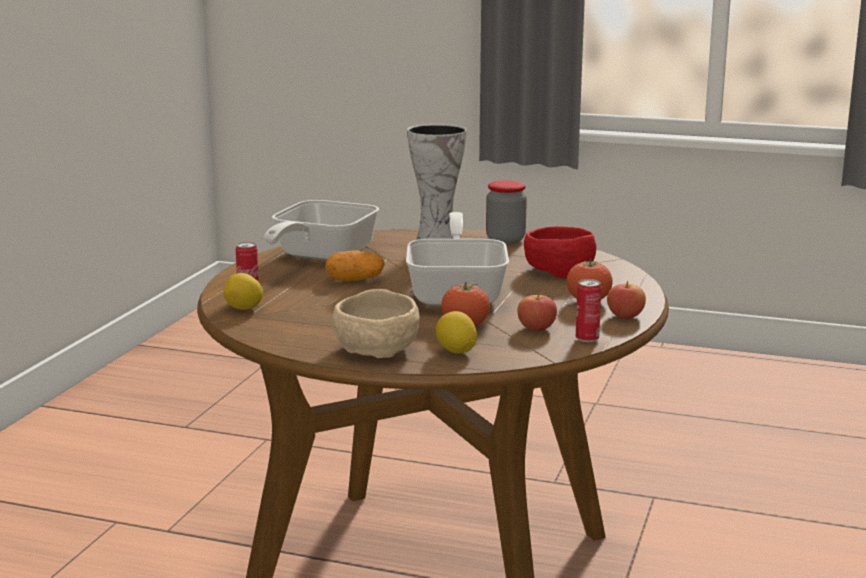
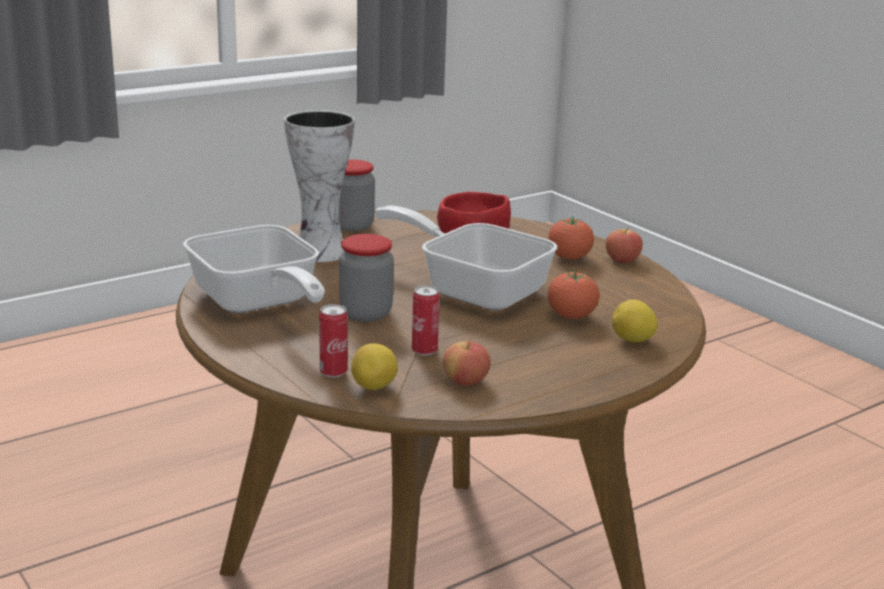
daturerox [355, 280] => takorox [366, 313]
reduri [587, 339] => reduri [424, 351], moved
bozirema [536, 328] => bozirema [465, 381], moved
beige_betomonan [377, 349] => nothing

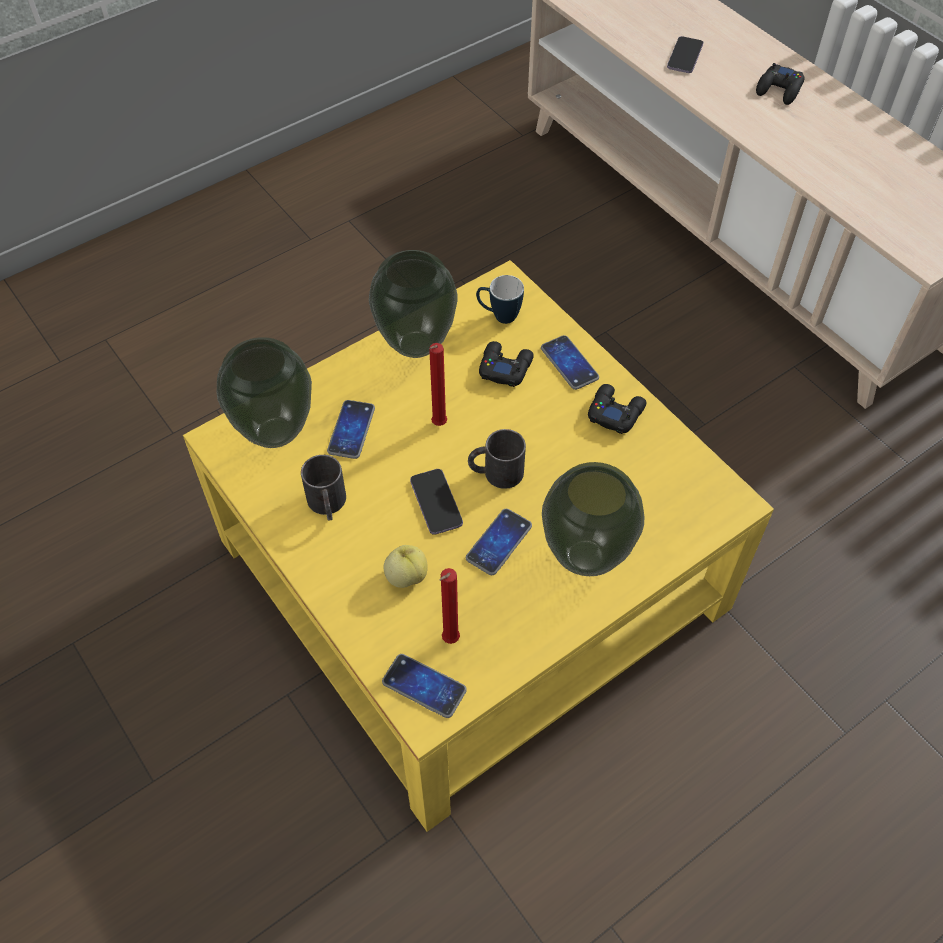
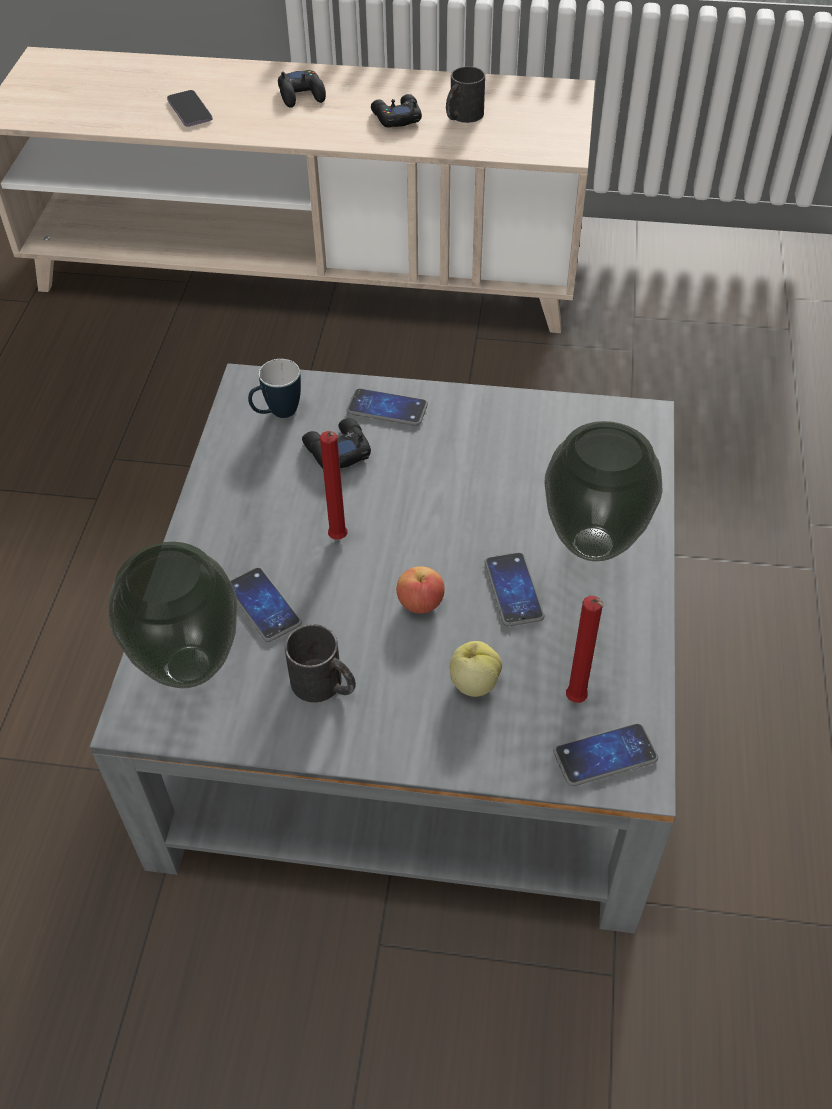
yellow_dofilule [471, 574] => grey_dofilule [418, 693]
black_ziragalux [615, 412] => black_ziragalux [396, 117], moved
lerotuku [436, 503] => bozirema [420, 603]
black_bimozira [495, 472] => black_bimozira [462, 116], moved
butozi [416, 346] => nothing

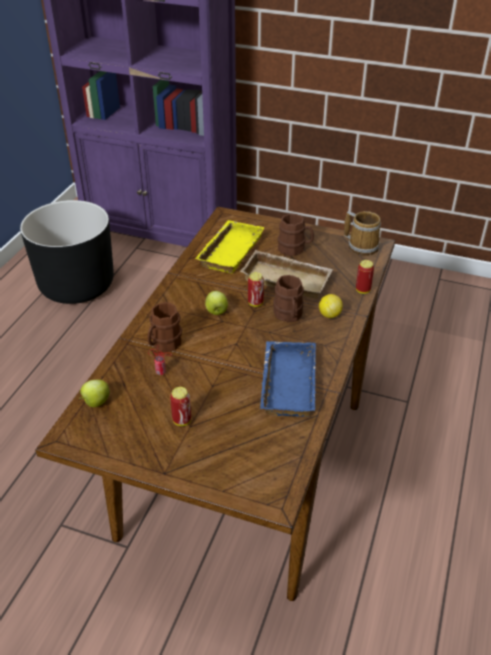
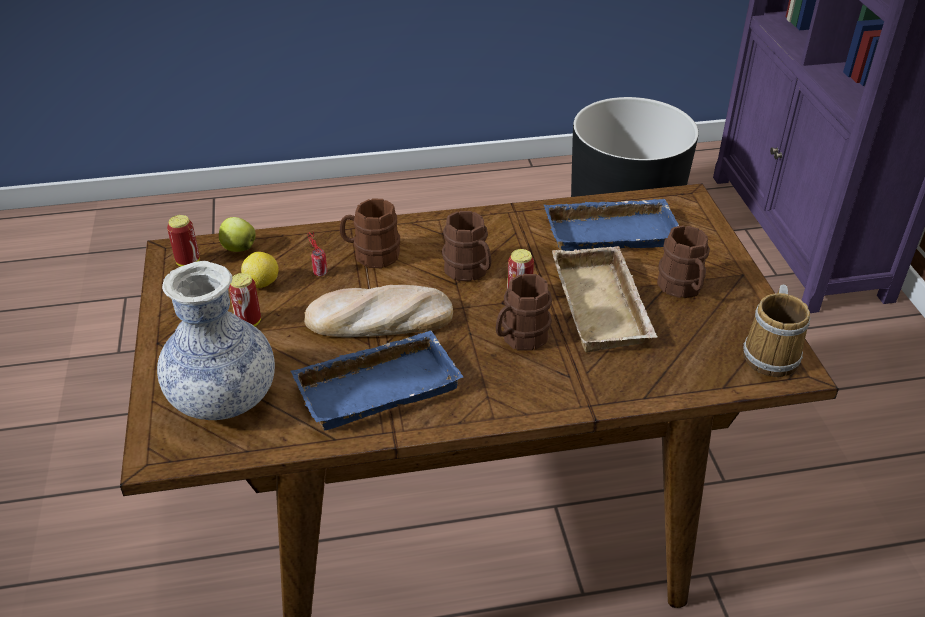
nothing => butozi [223, 398]
reduri [363, 290] => reduri [188, 262], moved
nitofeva [329, 314] => nitofeva [262, 283], moved
nothing => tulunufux [379, 319]
bozirema [216, 312] => brown_bimozira [469, 271]
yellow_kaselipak [229, 250] => blue_kaselipak [611, 231]

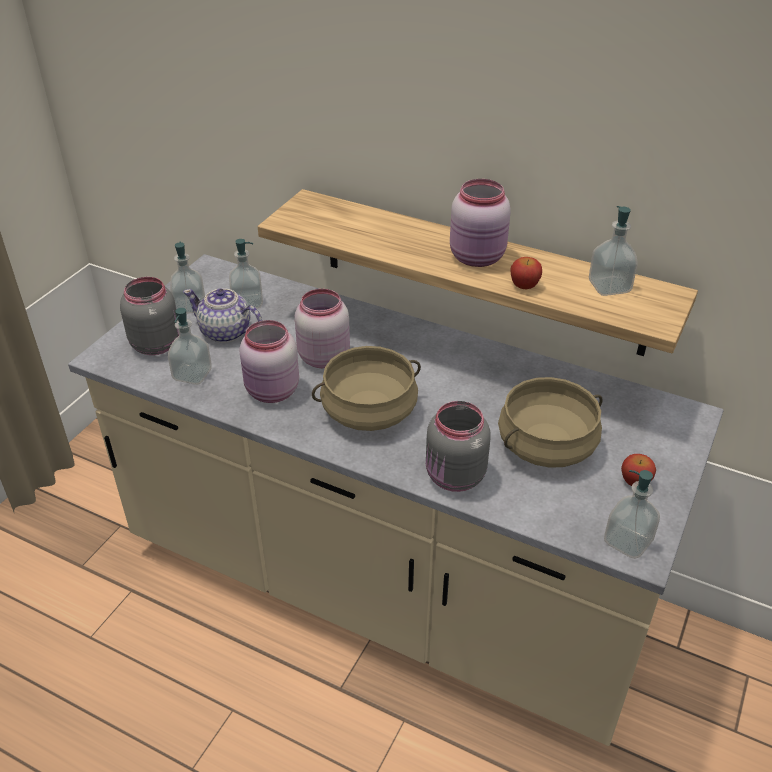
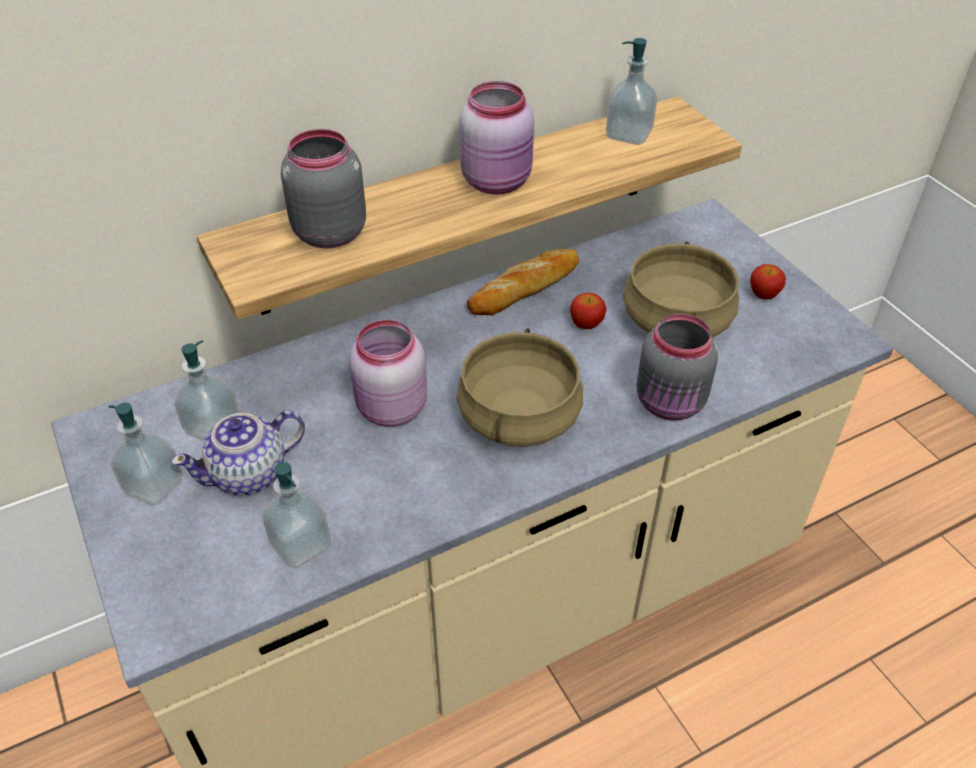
grey_takorox [156, 343] => grey_takorox [328, 232], moved
nothing => tulunufux [525, 287]
bozirema [524, 285] => bozirema [586, 324], moved
pink_takorox [272, 392] => nothing
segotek [627, 542] => nothing

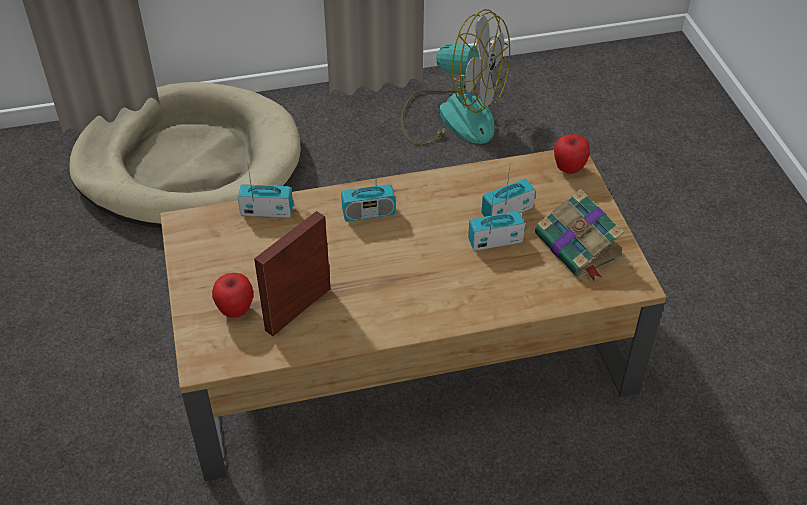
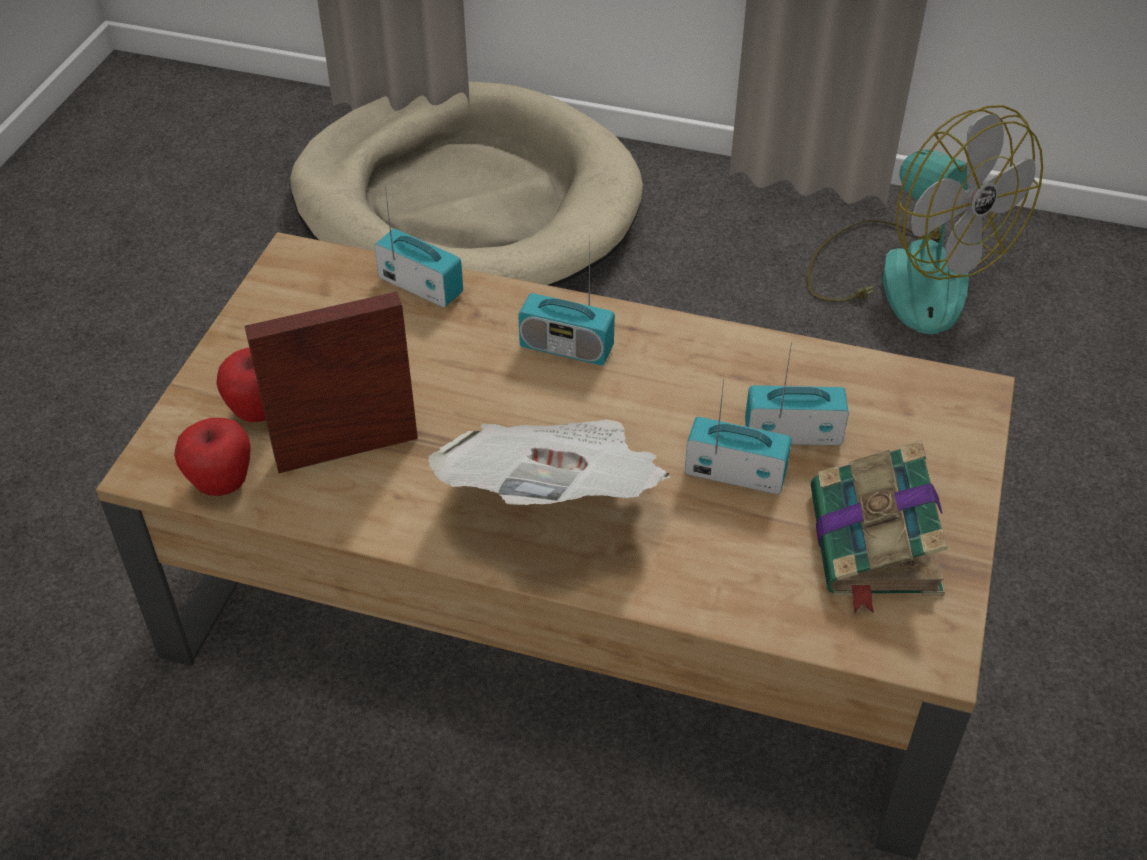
bozirema [569, 169] => bozirema [222, 484], moved
nothing => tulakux [556, 499]

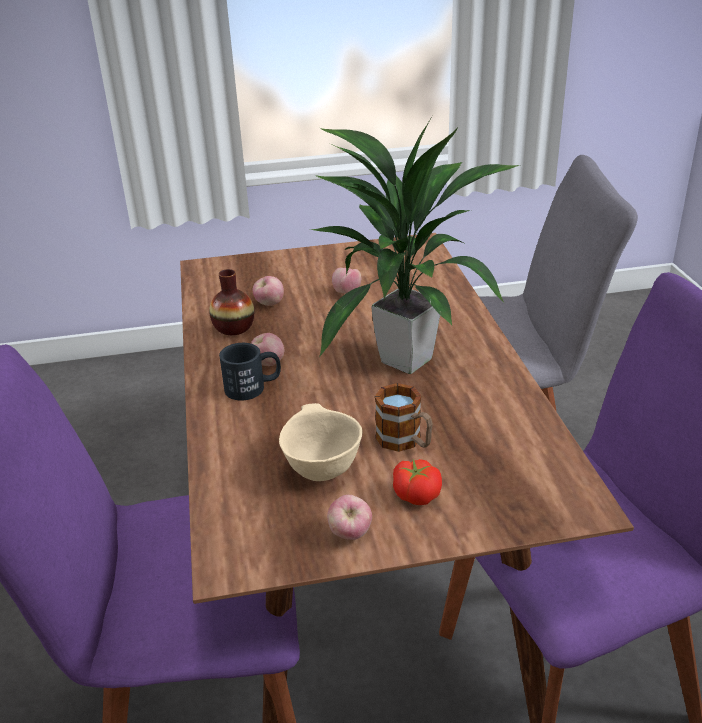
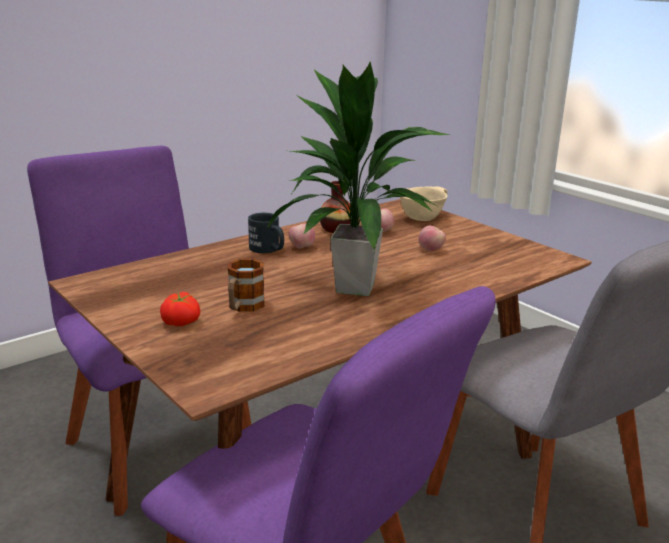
beige_betomonan [320, 469] => beige_betomonan [421, 218], moved
bozirema [350, 534] => nothing

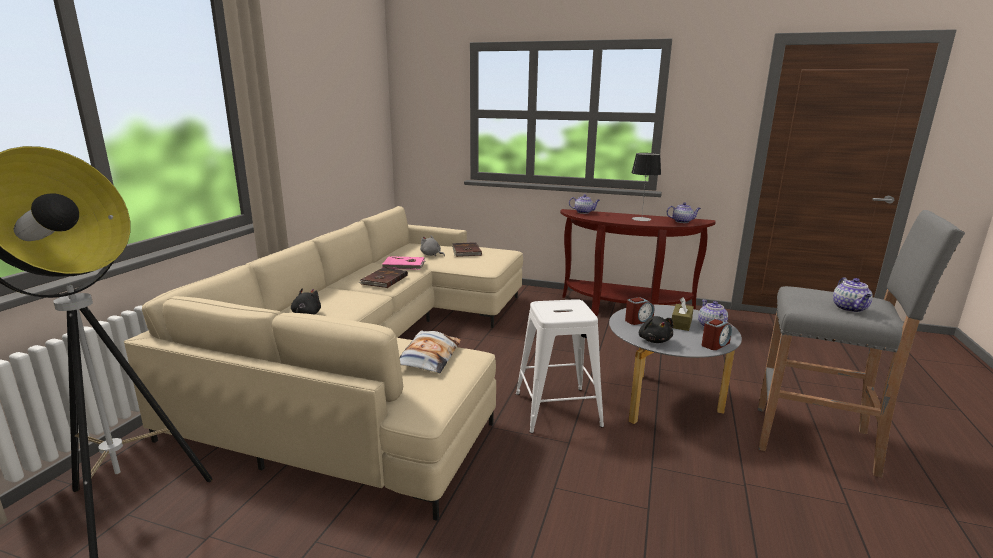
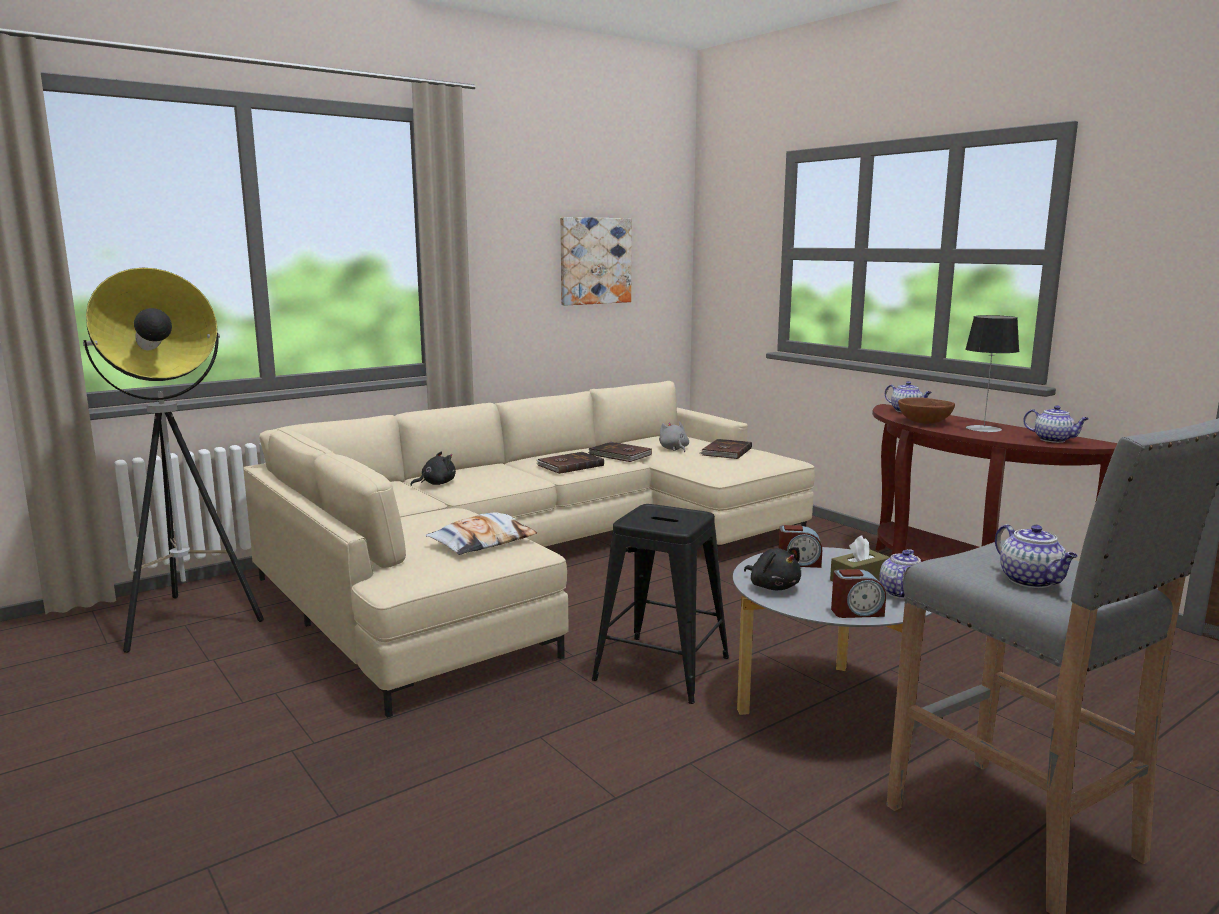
nothing => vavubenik [595, 261]
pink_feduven [404, 265] => brown_feduven [620, 455]
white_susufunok [557, 409] => black_susufunok [661, 668]
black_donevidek [654, 340] => black_donevidek [773, 586], 60 degrees counterclockwise
nothing => brown_betomonan [925, 422]
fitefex [850, 309] => fitefex [1032, 581], 60 degrees counterclockwise

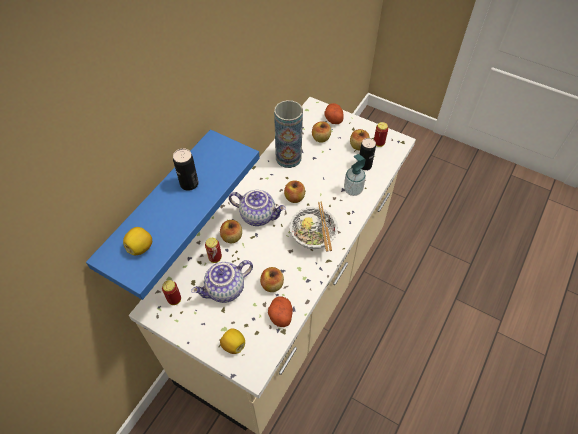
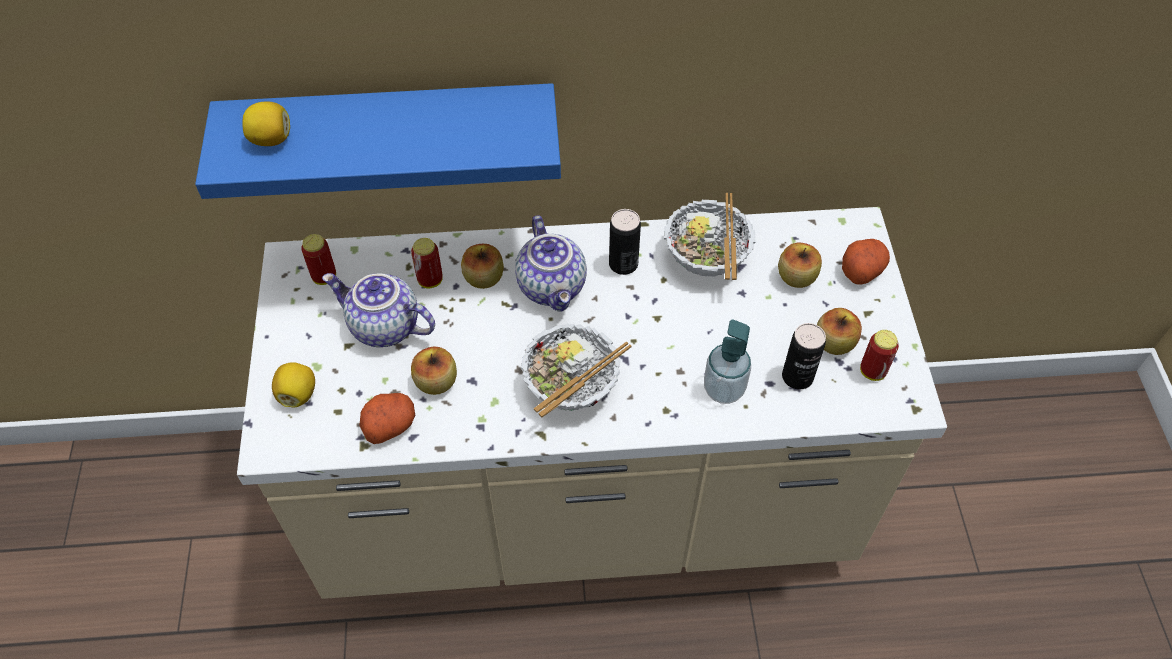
reduri [189, 184] => reduri [623, 264], moved
butozi [288, 158] => betomonan [707, 257]
bozirema [294, 197] => nothing

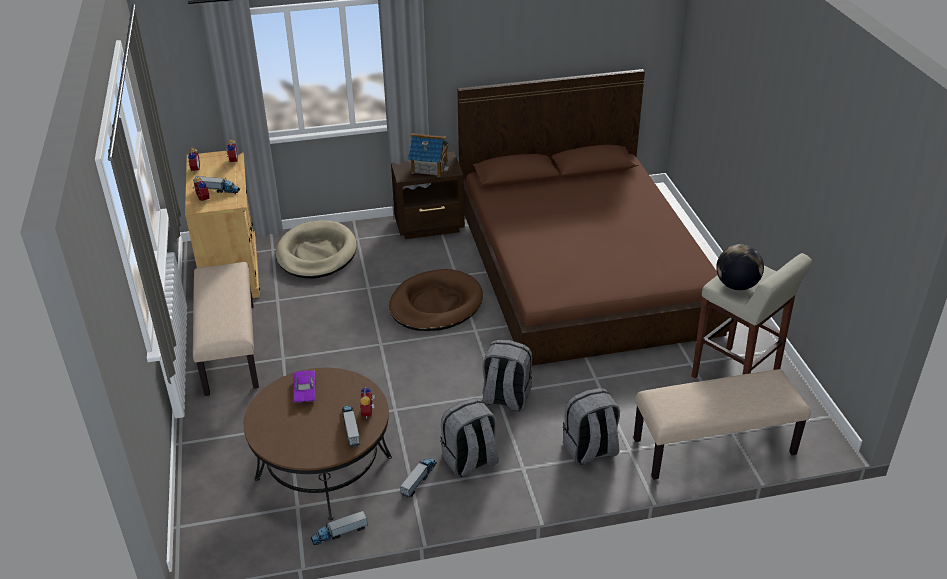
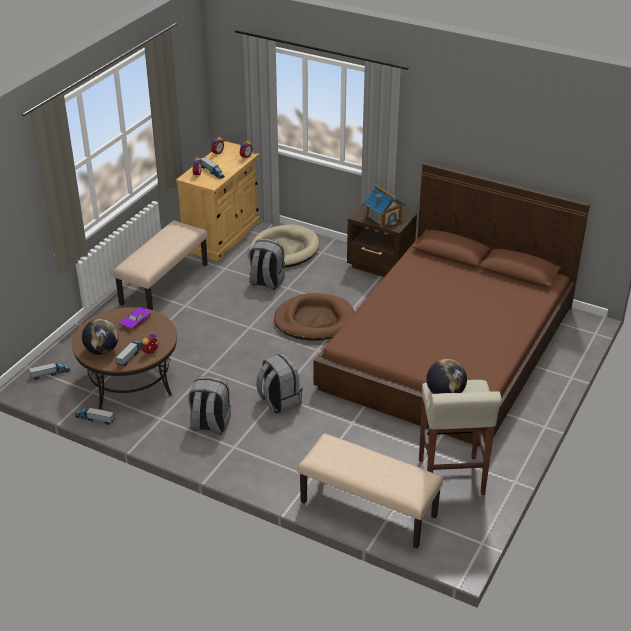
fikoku [419, 480] => fikoku [50, 374], moved
nothing => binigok [102, 350]
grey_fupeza [590, 450] => grey_fupeza [266, 282], moved

